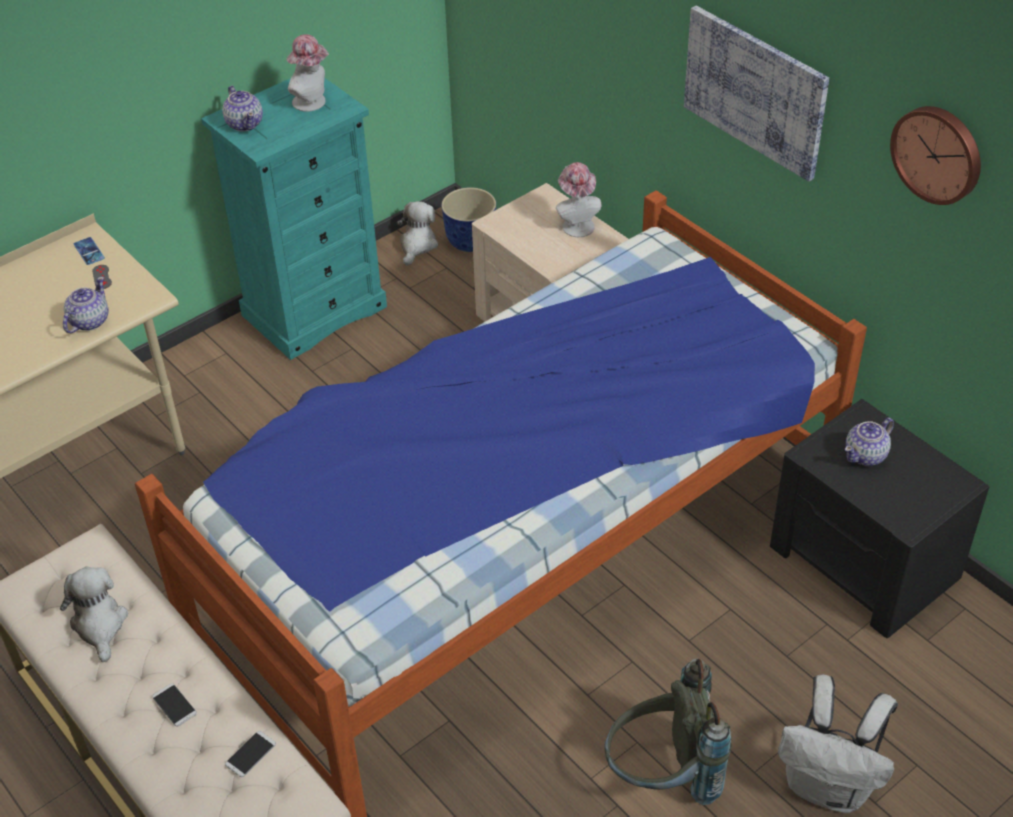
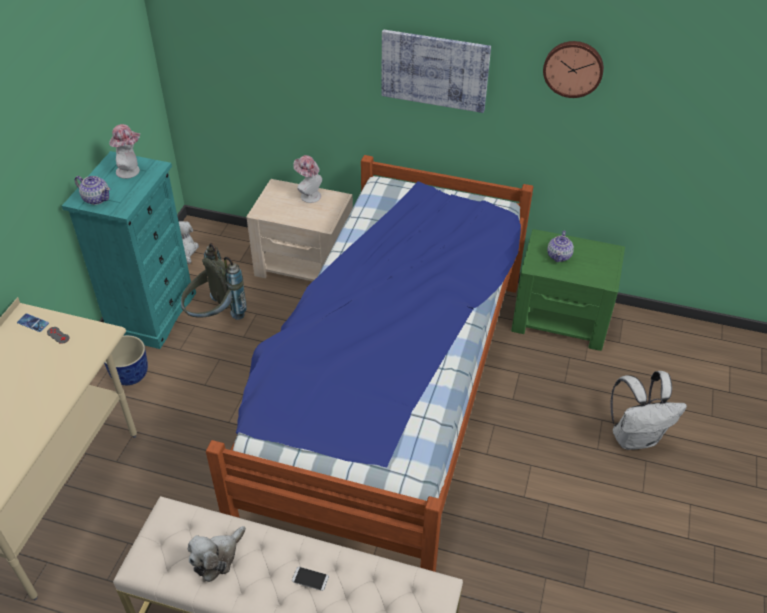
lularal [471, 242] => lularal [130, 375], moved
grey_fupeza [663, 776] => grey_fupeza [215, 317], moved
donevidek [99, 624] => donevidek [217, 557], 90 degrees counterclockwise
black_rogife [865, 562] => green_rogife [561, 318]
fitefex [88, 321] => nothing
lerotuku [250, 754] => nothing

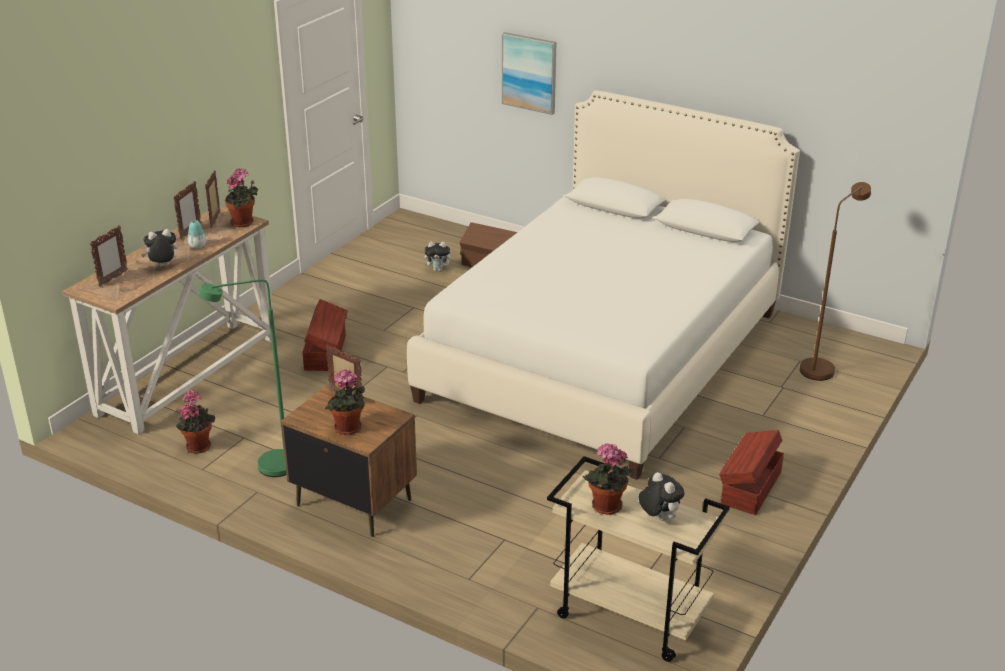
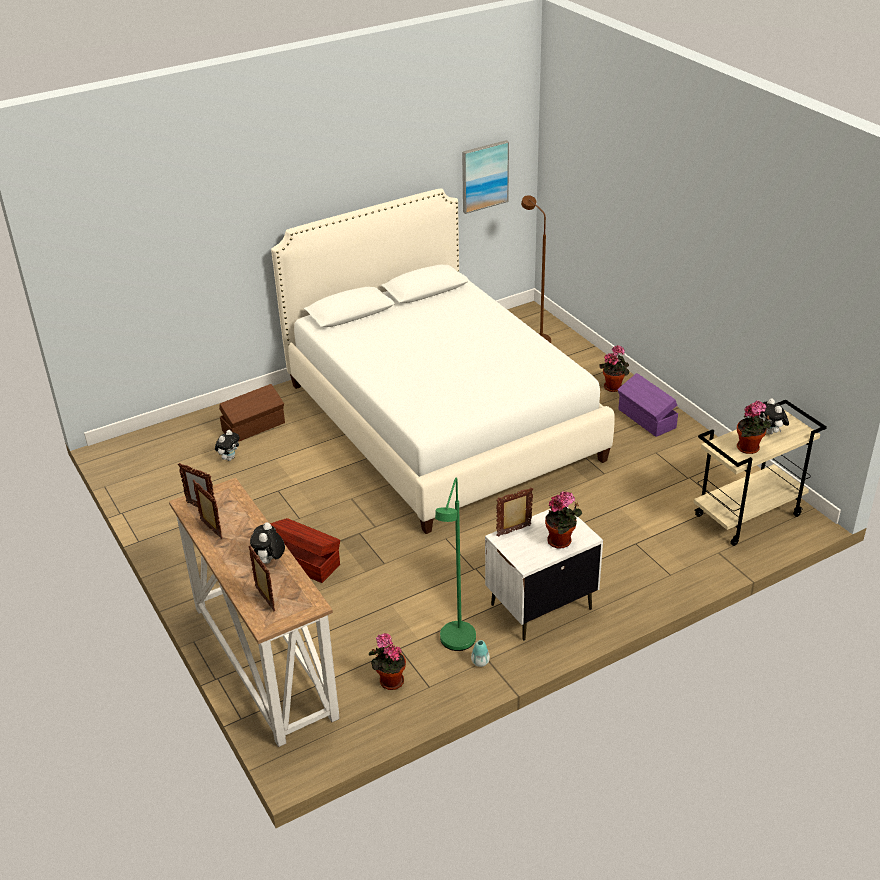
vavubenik [529, 72] => vavubenik [484, 176], moved
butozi [197, 246] => butozi [480, 662], moved
brown_rogife [354, 502] => white_rogife [540, 606]
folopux [244, 223] => folopux [613, 386], moved
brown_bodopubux [749, 488] => purple_bodopubux [646, 419]
donevidek [658, 517] => donevidek [771, 432], 105 degrees counterclockwise

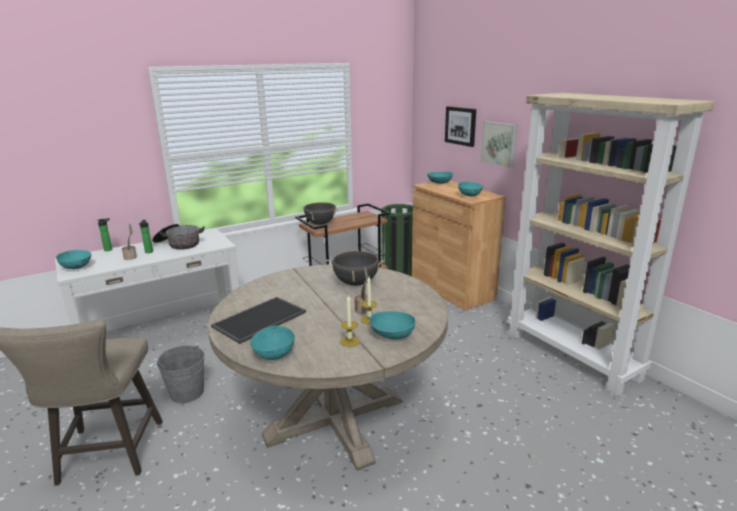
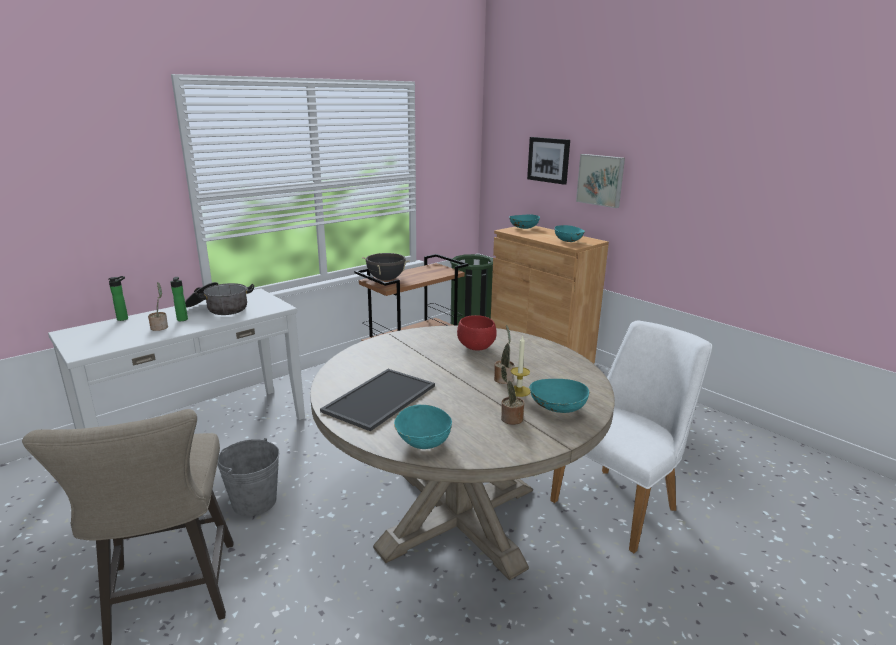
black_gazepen [356, 283] => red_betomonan [477, 348]
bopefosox [350, 341] => folopux [510, 419]
nothing => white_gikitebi [622, 501]
turquoise_betomonan [77, 267] => nothing
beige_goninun [573, 355] => nothing

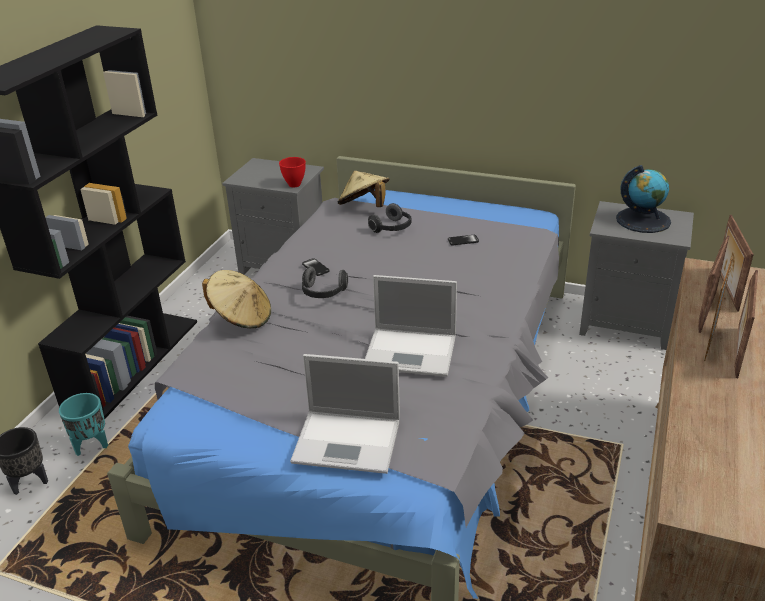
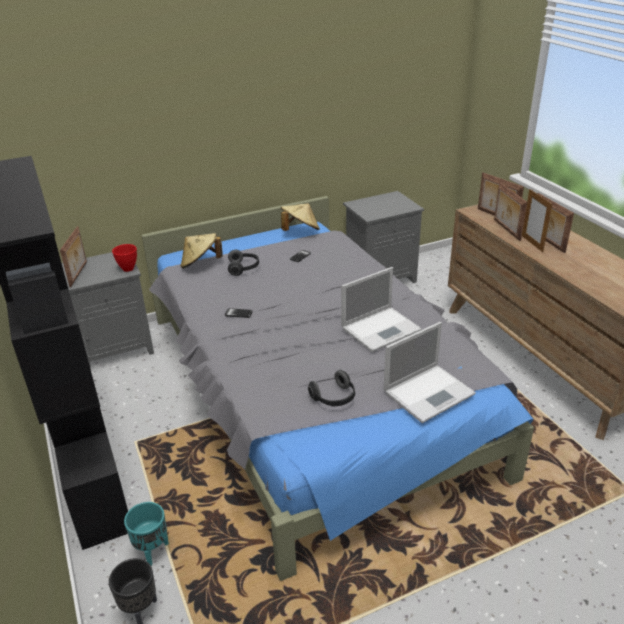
nothing => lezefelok [79, 274]
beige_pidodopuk [241, 317] => beige_pidodopuk [300, 231], moved
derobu [323, 293] => derobu [334, 398], moved
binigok [643, 220] => nothing

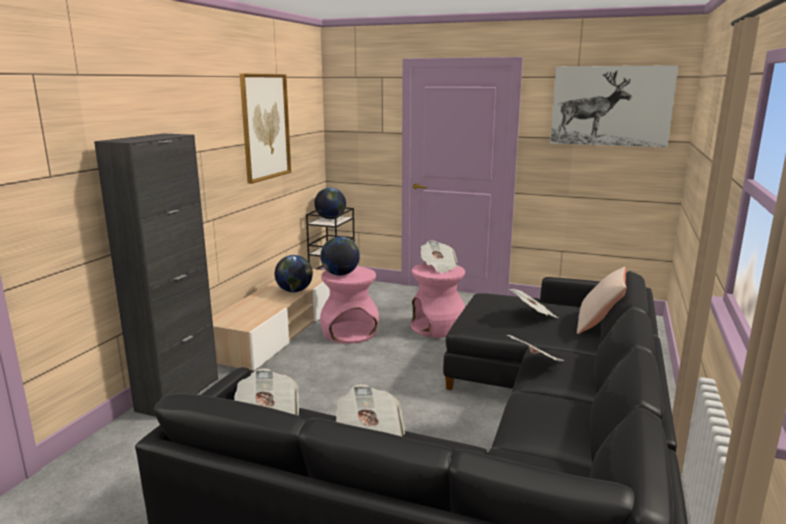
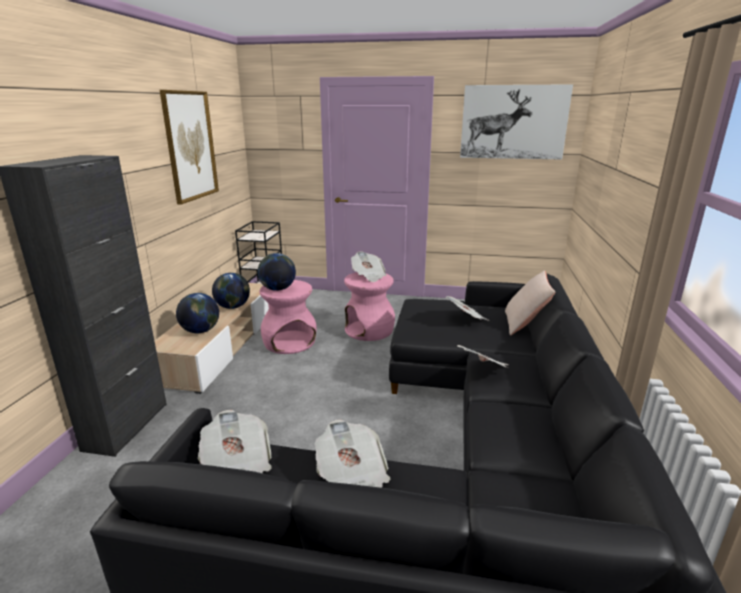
binigok [330, 218] => binigok [200, 331], moved

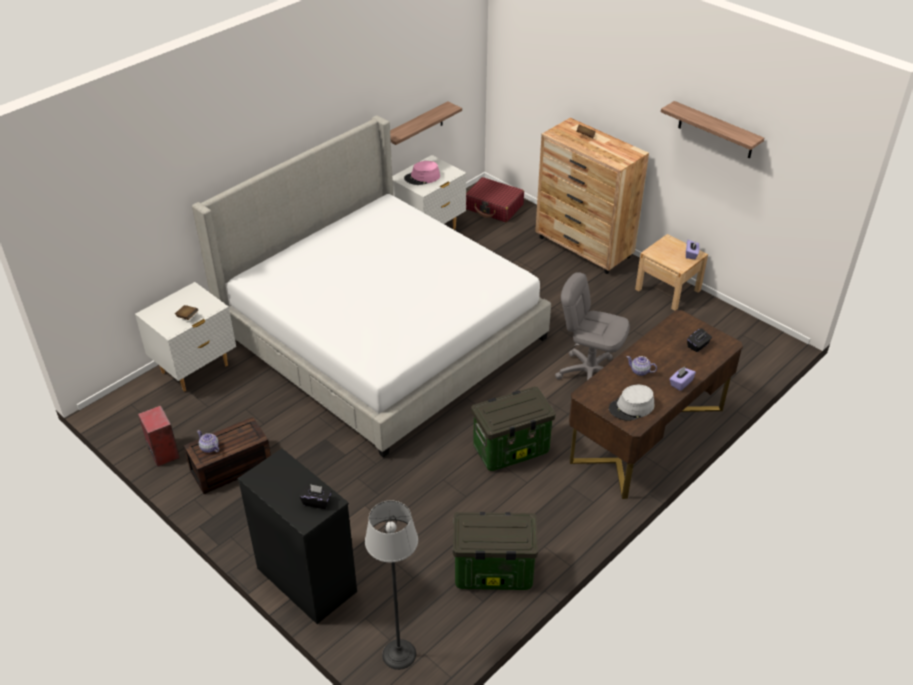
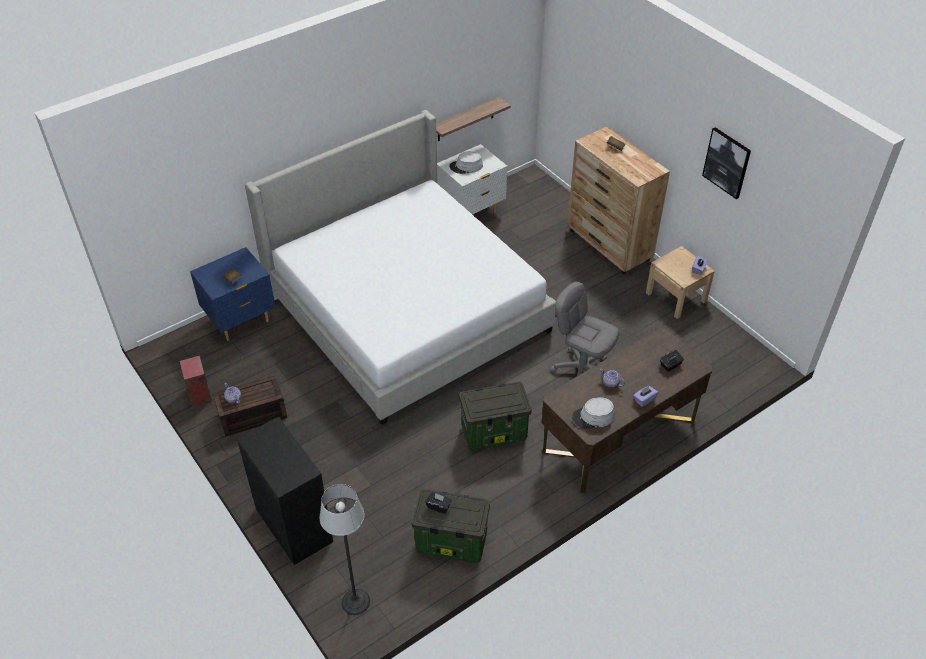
white_rogife [195, 369] => blue_rogife [241, 321]
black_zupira [317, 502] => black_zupira [438, 506], moved
pink_pidodopuk [422, 177] => grey_pidodopuk [466, 166]
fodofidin [715, 130] => vavubenik [727, 162]
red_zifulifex [494, 207] => nothing

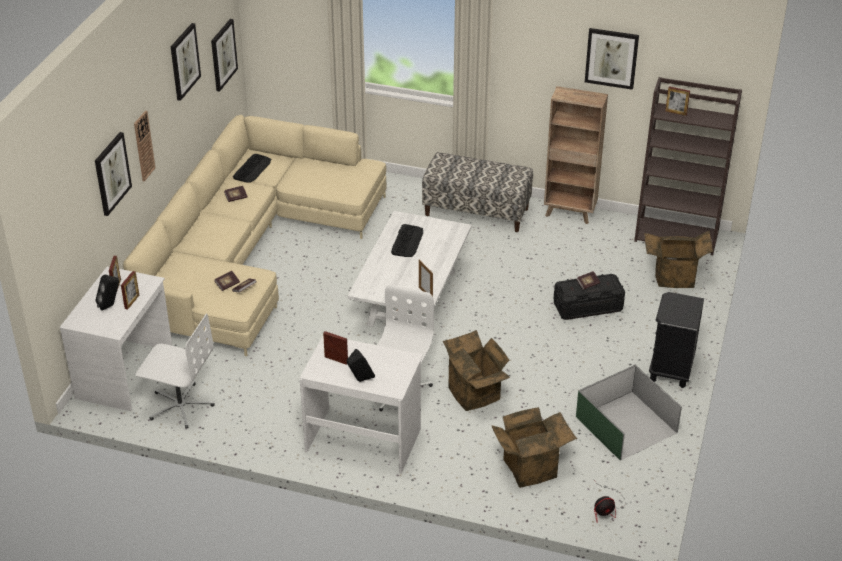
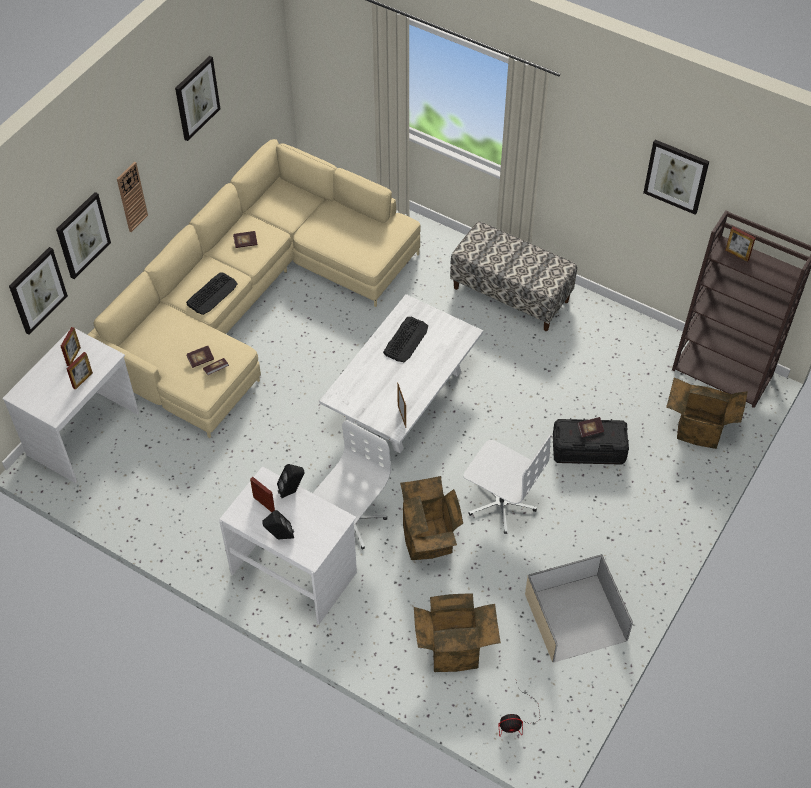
vavubenik [223, 54] => vavubenik [37, 290], moved
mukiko [252, 169] => mukiko [212, 294], moved
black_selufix [110, 306] => black_selufix [292, 491], moved
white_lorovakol [180, 405] => white_lorovakol [501, 503], moved
green_bodopubux [625, 425] => beige_bodopubux [574, 617]
brown_goninun [570, 213] => nothing
black_rogife [671, 370] => nothing

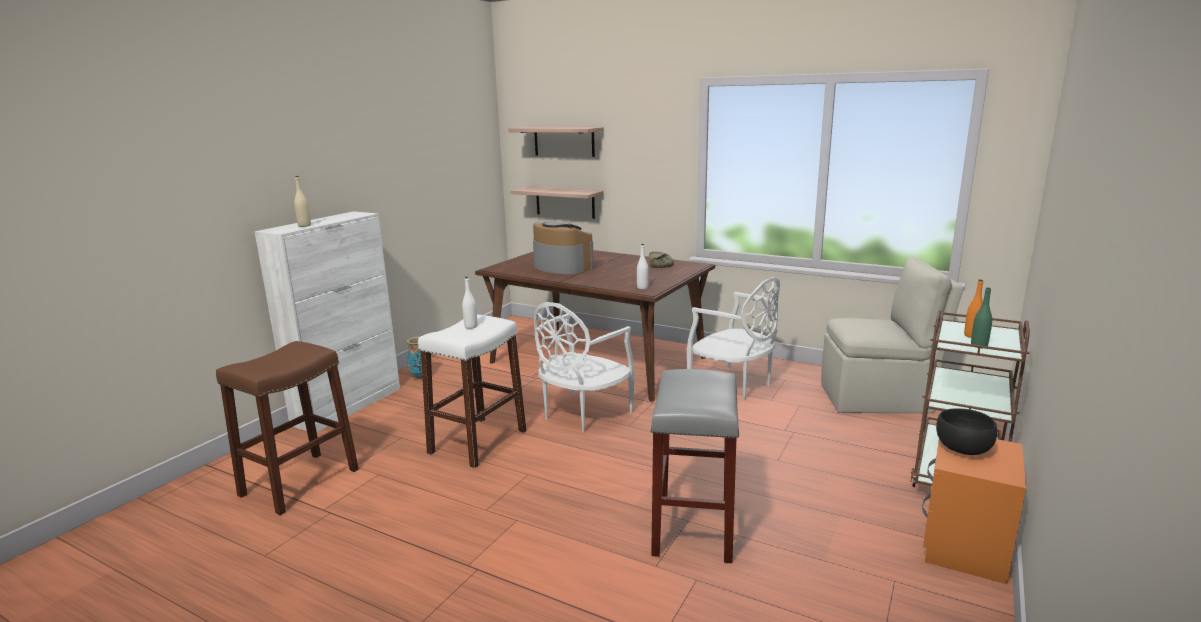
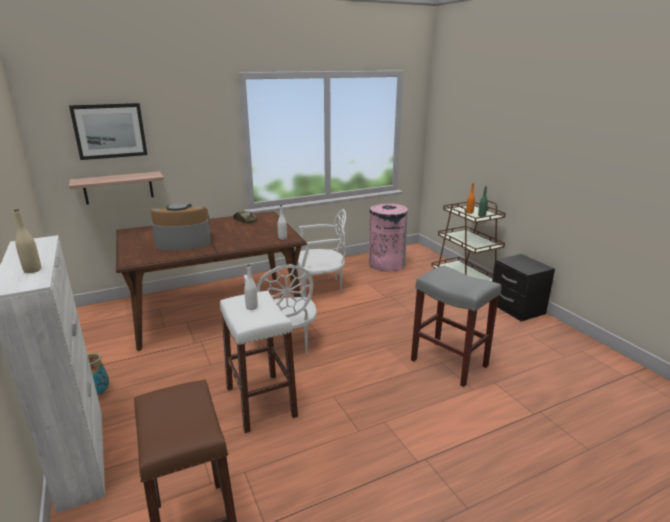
fodofidin [564, 141] => vavubenik [110, 131]
beige_gikitebi [878, 398] => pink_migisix [386, 264]
orange_rogife [962, 546] => black_rogife [516, 308]
black_betomonan [963, 449] => nothing

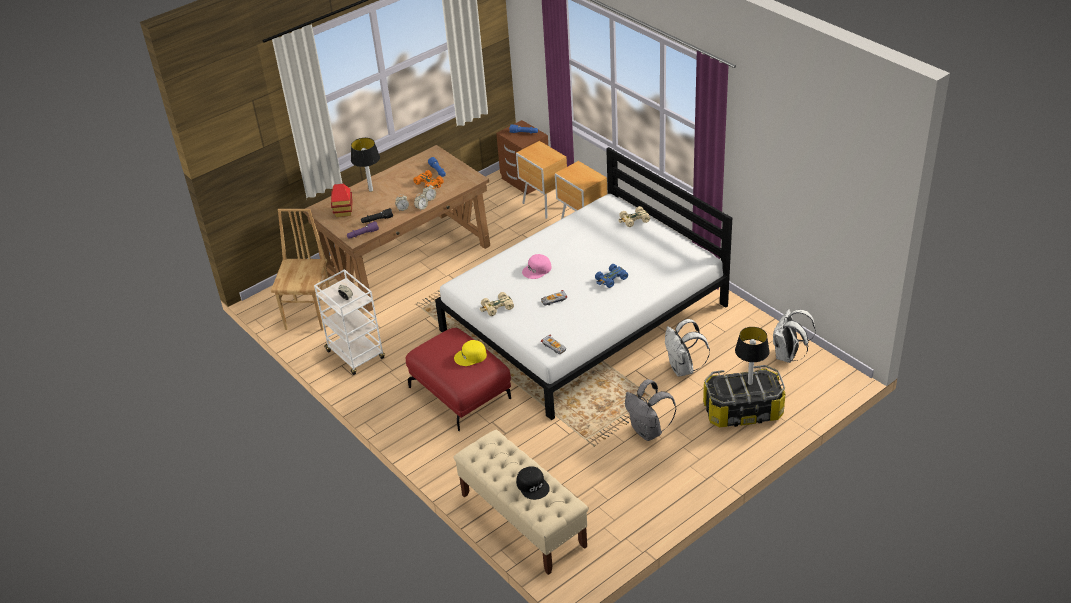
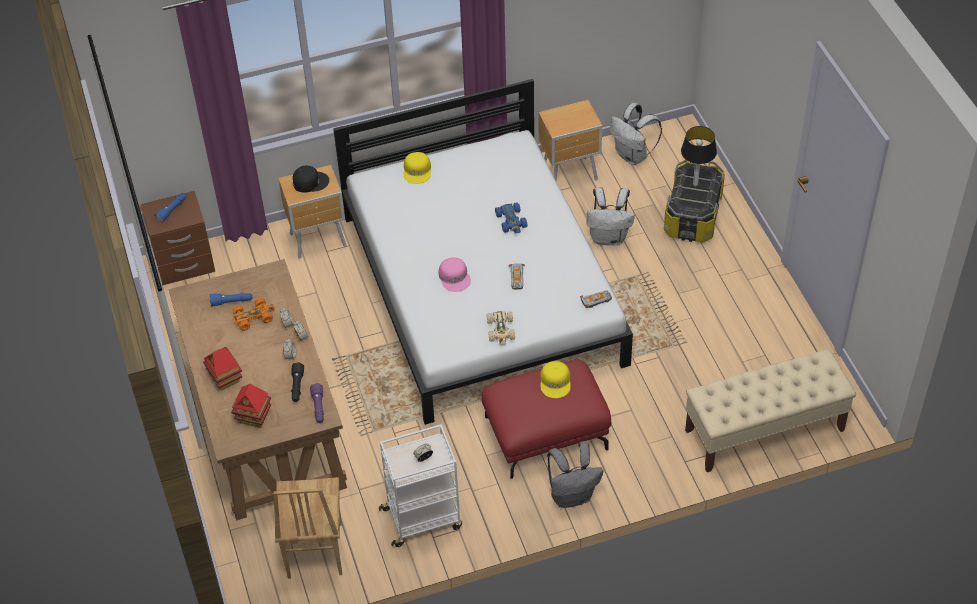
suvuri [371, 190] => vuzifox [225, 378]
brown_gikitebi [310, 315] => brown_gikitebi [313, 551], 120 degrees counterclockwise
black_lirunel [533, 485] => black_lirunel [310, 181], moved
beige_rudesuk [634, 220] => yellow_lirunel [417, 171]
brown_rogife [544, 206] => brown_rogife [570, 175], moved
grey_fupeza [648, 431] => grey_fupeza [572, 496], moved

